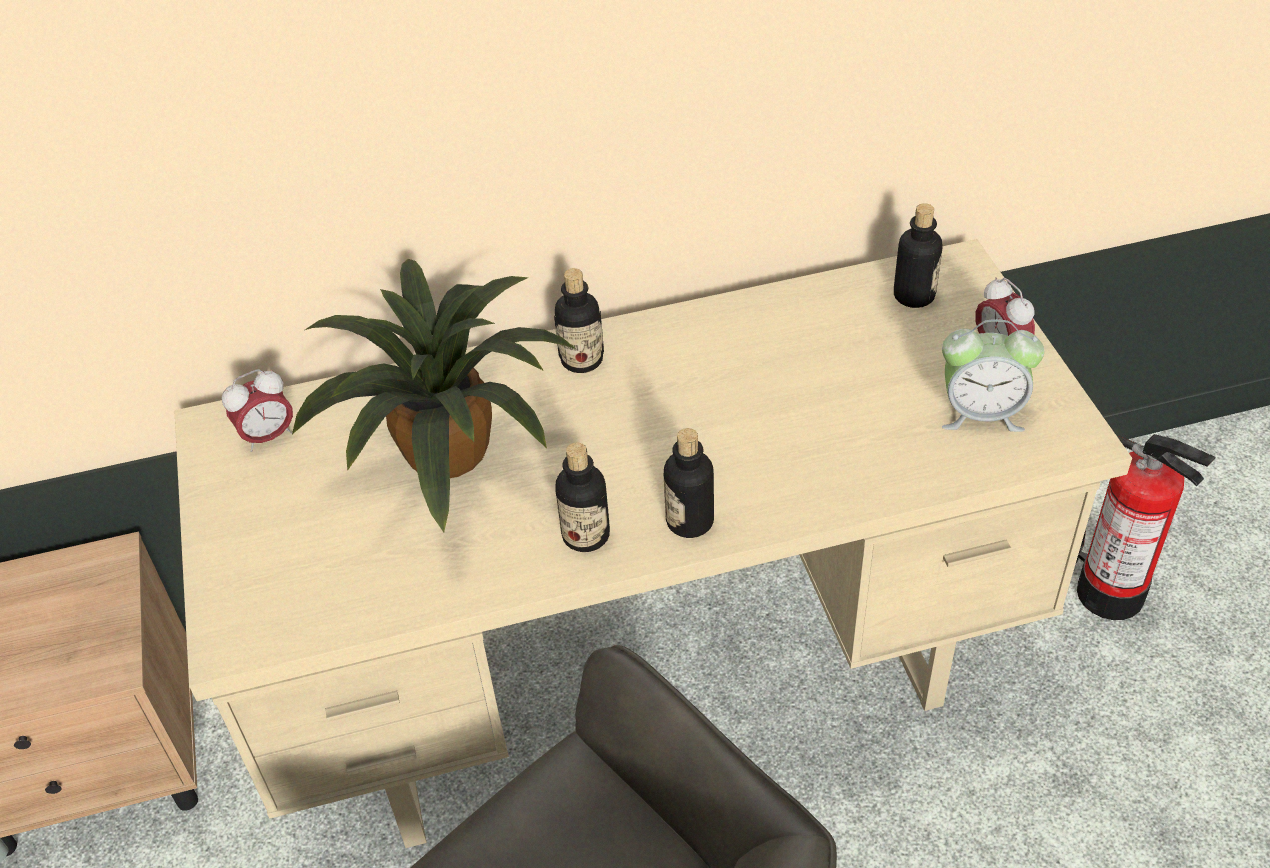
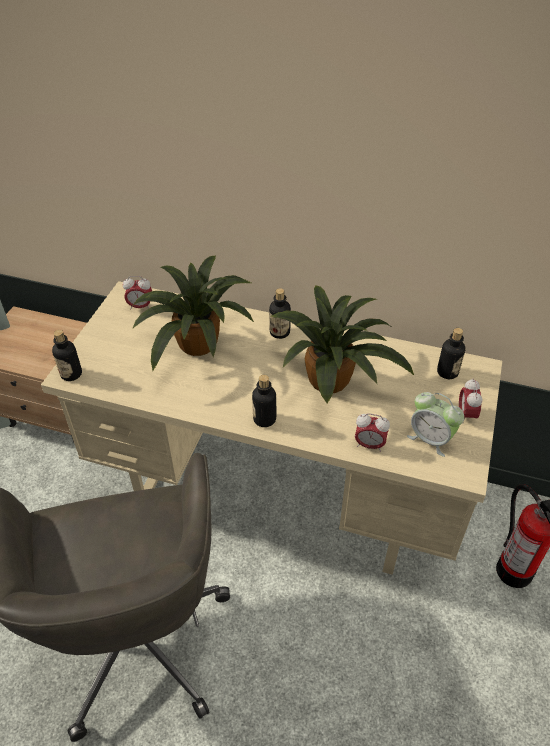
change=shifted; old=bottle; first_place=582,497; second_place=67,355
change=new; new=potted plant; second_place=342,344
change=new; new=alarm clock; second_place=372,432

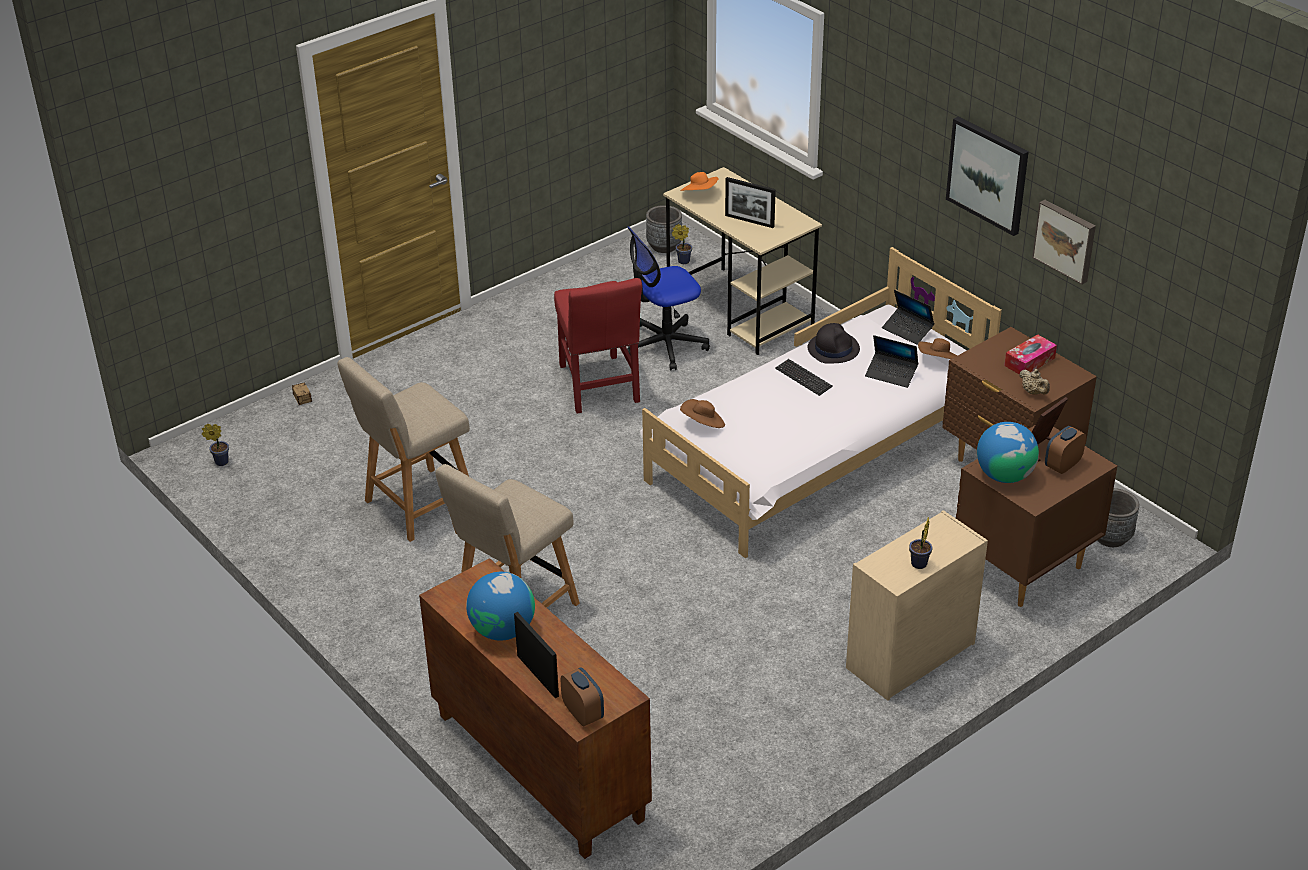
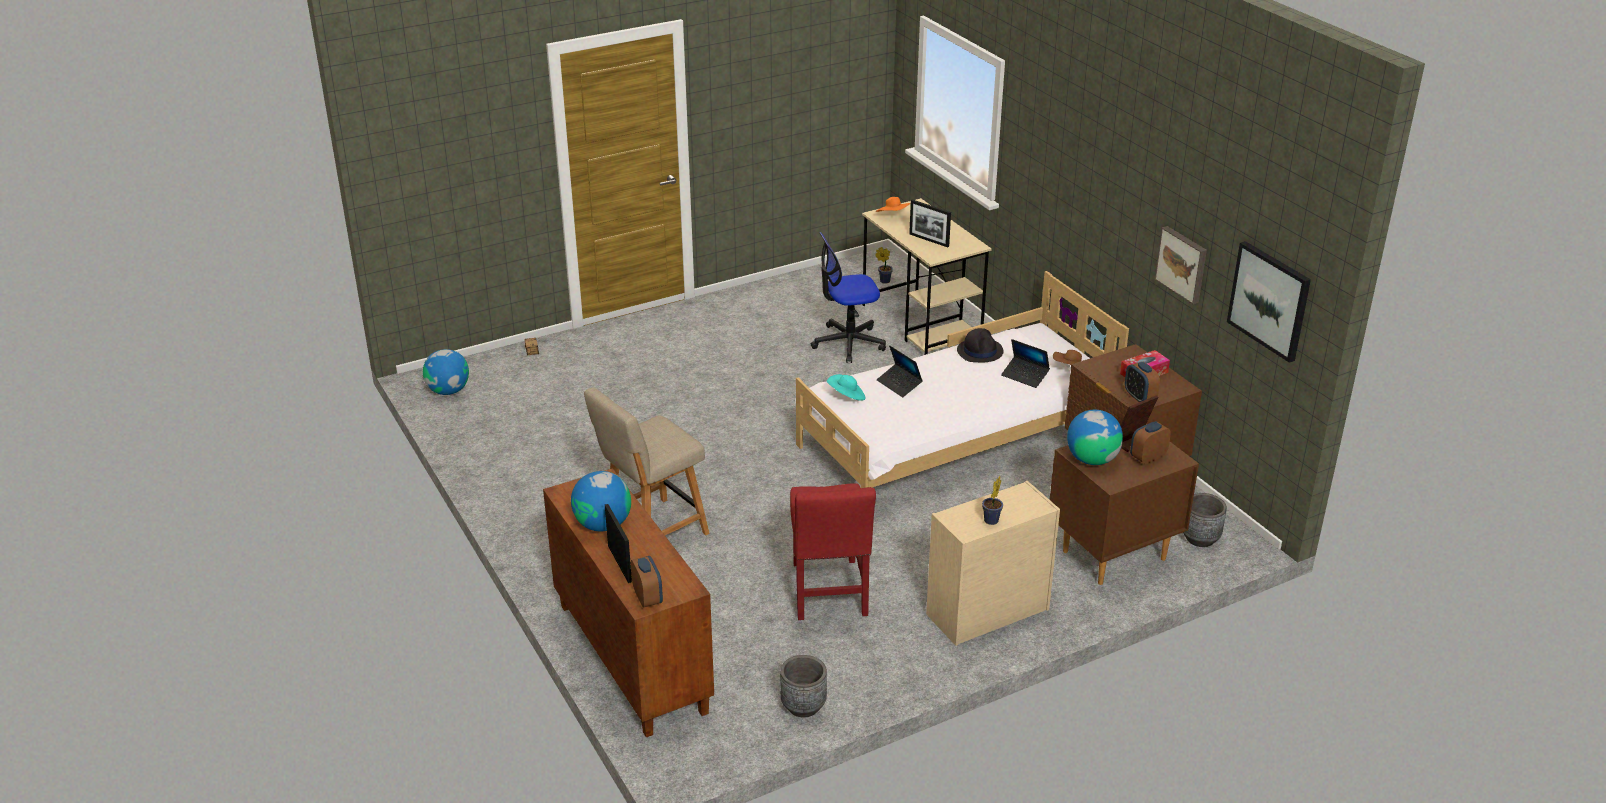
change=shifted; old=picture; first_place=987,176; second_place=1269,302
change=shifted; old=planter/grey; first_place=664,229; second_place=803,686
change=shifted; old=chair/red; first_place=598,345; second_place=833,551
change=shifted; old=laptop; first_place=908,317; second_place=900,371
change=gone; old=chair/beige; first_place=403,449
change=gone; old=keyboard; first_place=803,377
change=swapped; old=teapot/beige; new=alarm clock; first_place=1034,382; second_place=1142,382
change=repainted; old=hat/brown; new=hat/turquoise; first_place=702,413; second_place=846,387
change=swapped; old=potted plant; new=globe; first_place=215,445; second_place=446,372

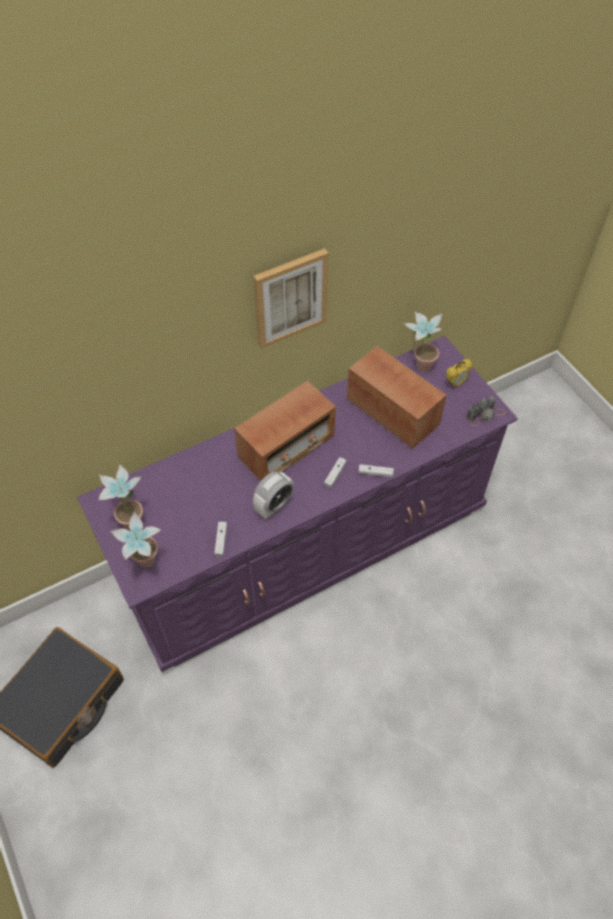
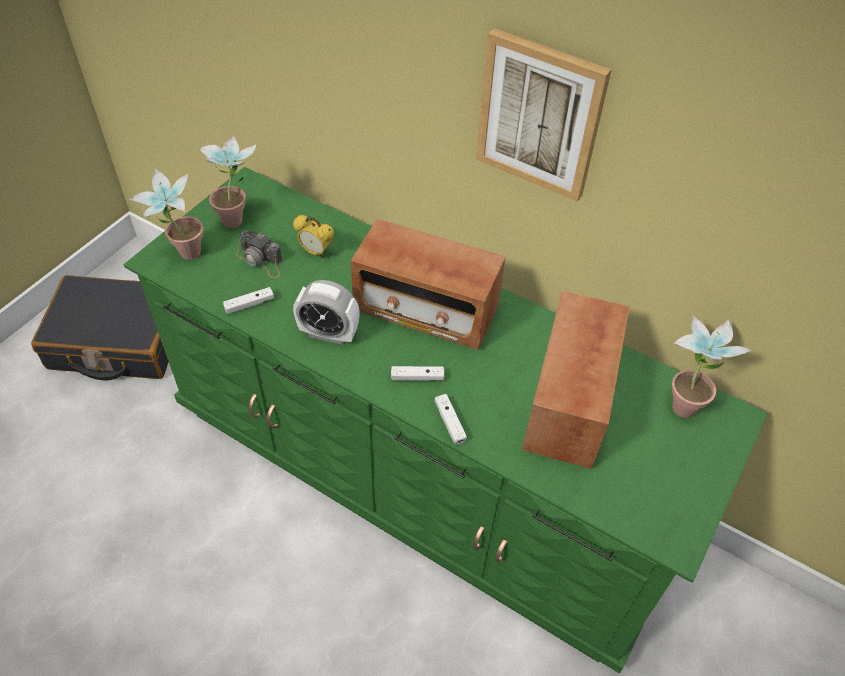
change=repainted; old=dresser/purple; new=dresser/green; first_place=297,504; second_place=445,420
change=shifted; old=alarm clock; first_place=459,373; second_place=313,236
change=shifted; old=photo camera; first_place=486,411; second_place=259,254

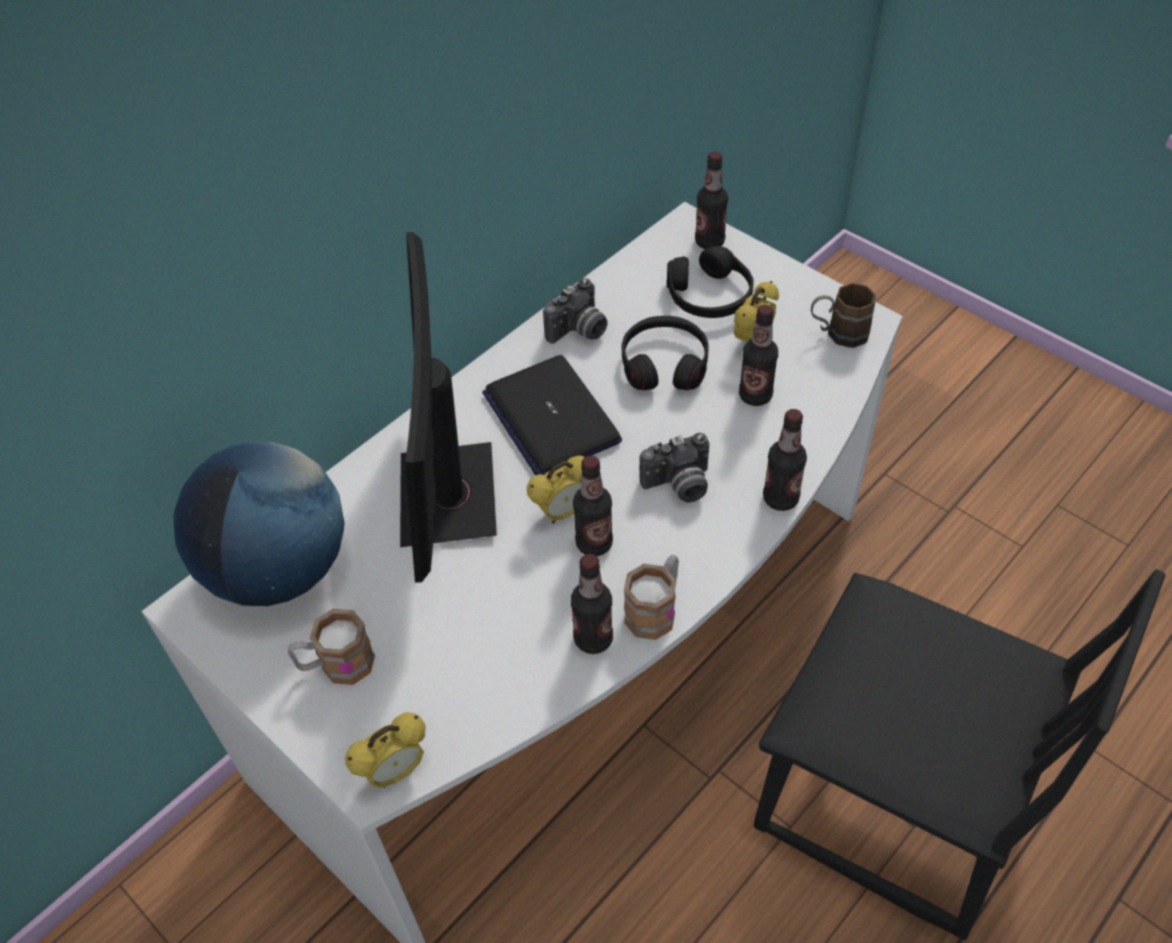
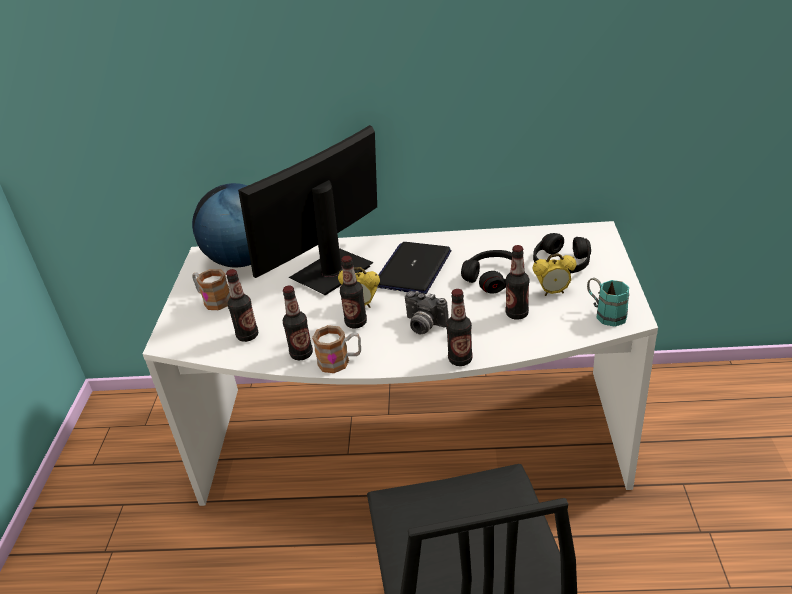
change=shifted; old=bottle; first_place=711,200; second_place=242,305
change=gone; old=photo camera; first_place=575,311
change=repainted; old=mug/brown; new=mug/turquoise; first_place=843,315; second_place=608,302
change=gone; old=alarm clock; first_place=385,750

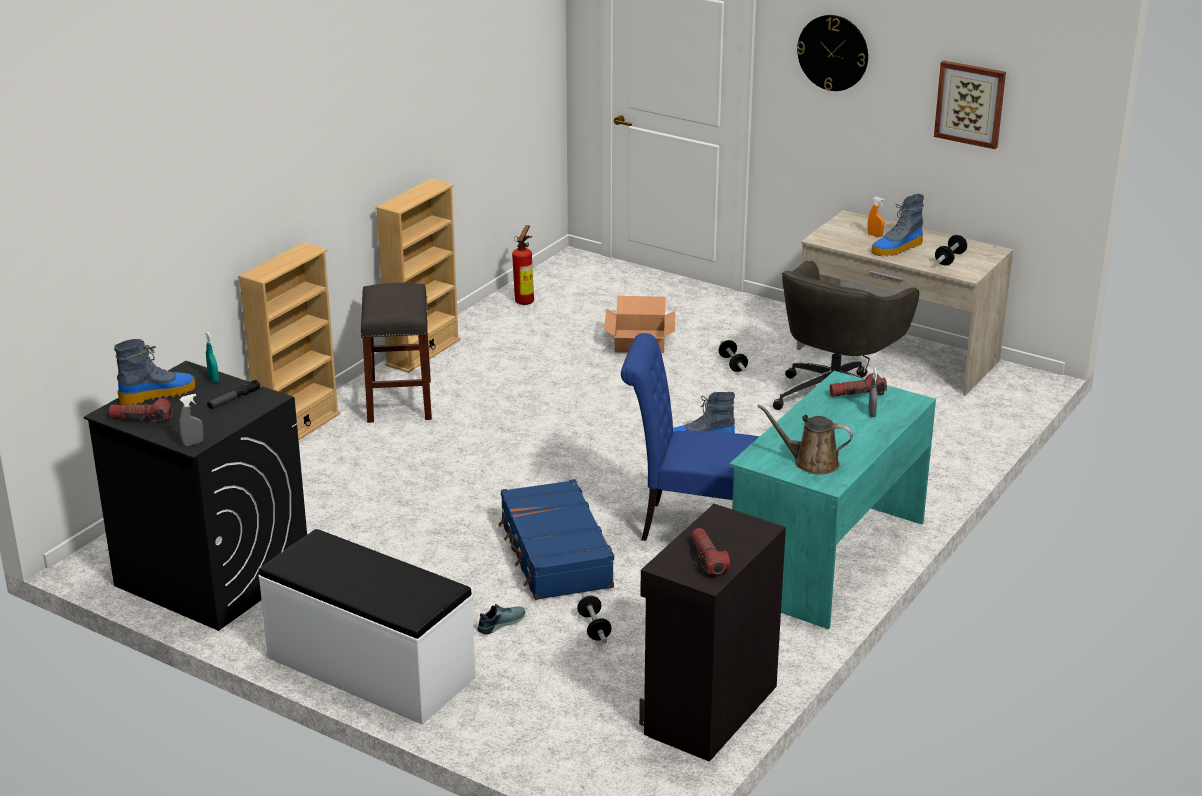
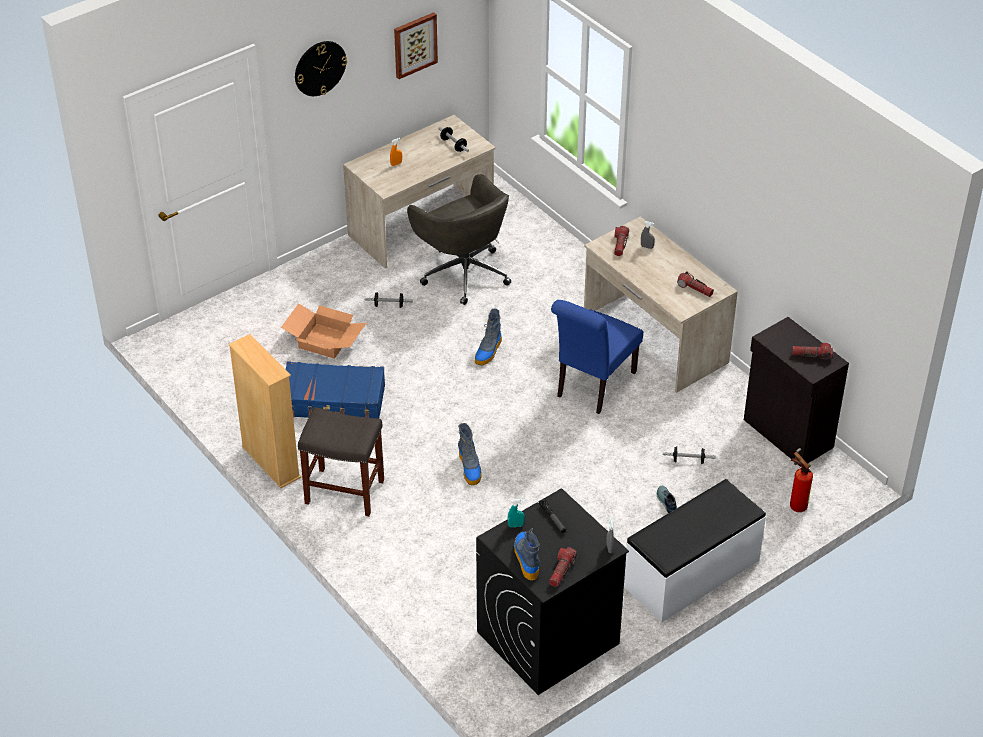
change=shifted; old=boot; first_place=897,225; second_place=469,454
change=shifted; old=fire extinguisher; first_place=523,265; second_place=801,482
change=gone; old=bookcase/beige; first_place=289,341
change=repainted; old=desk/turquoise; new=desk/beige; first_place=832,500; second_place=661,305
change=swapped; old=watering can/brown; new=flashlight; first_place=805,439; second_place=695,284
change=shifted; old=suitcase/blue; first_place=556,539; second_place=335,390

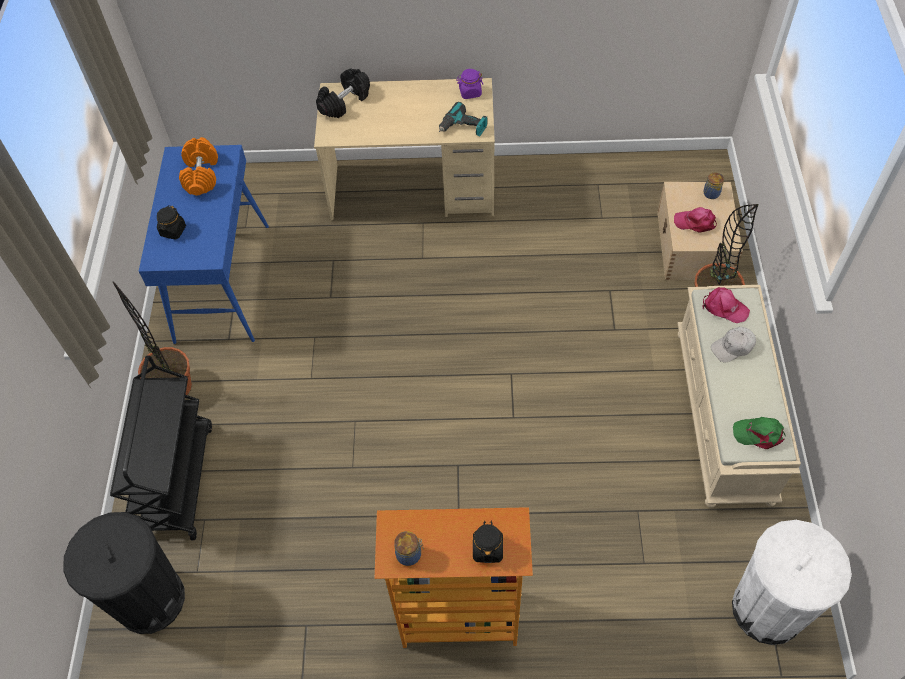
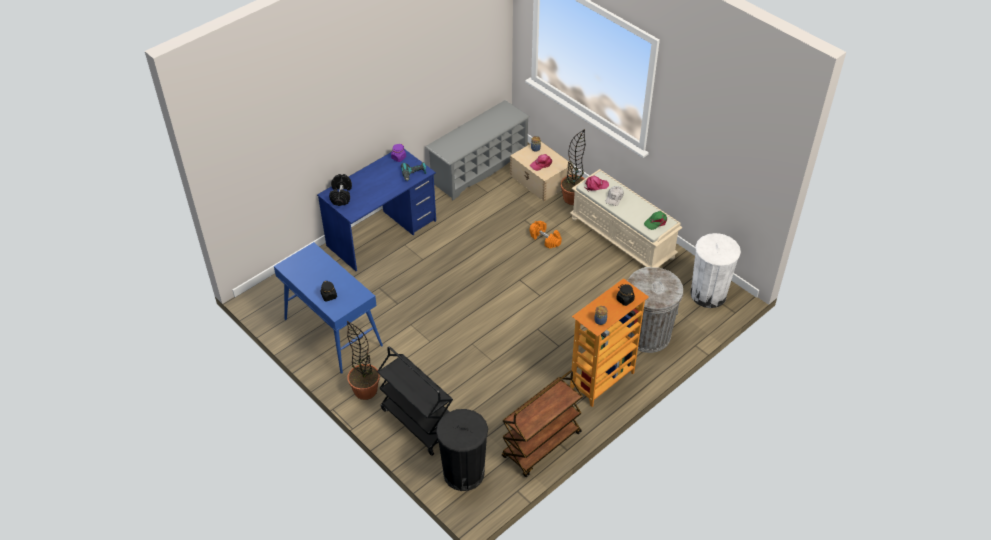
change=repainted; old=desk/beige; new=desk/blue; first_place=404,149; second_place=376,210
change=shifted; old=dumbbell/orange; first_place=198,166; second_place=546,235
change=new; new=shoe rack/grey; second_place=477,150
change=new; new=trash can/grey; second_place=655,310
change=new; new=cart/brown; second_place=542,423

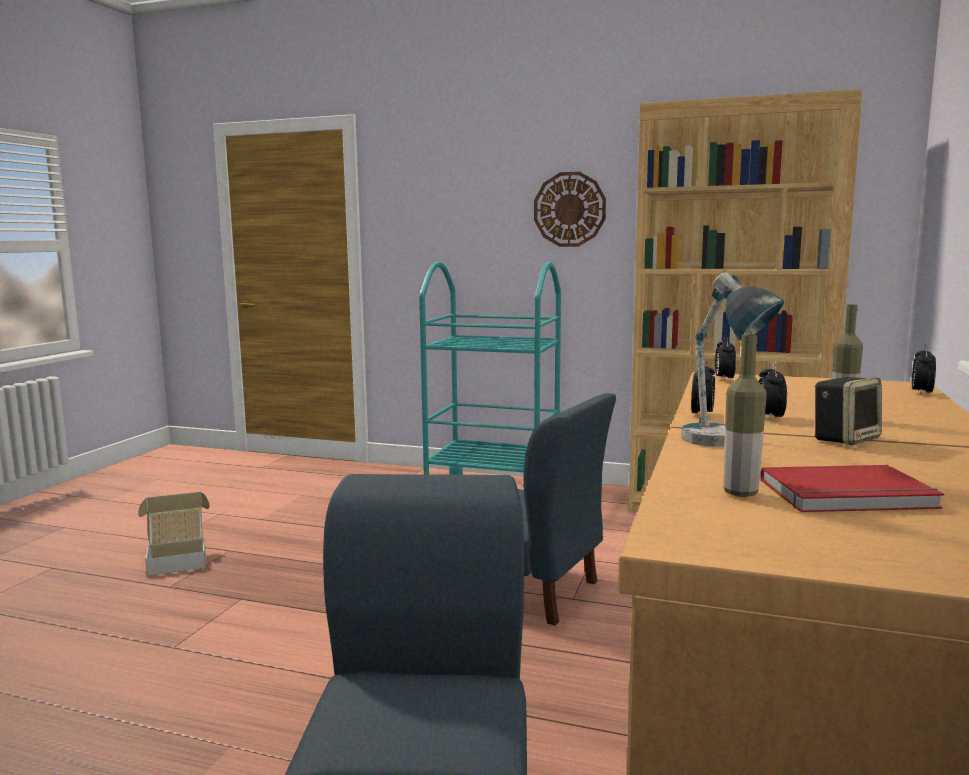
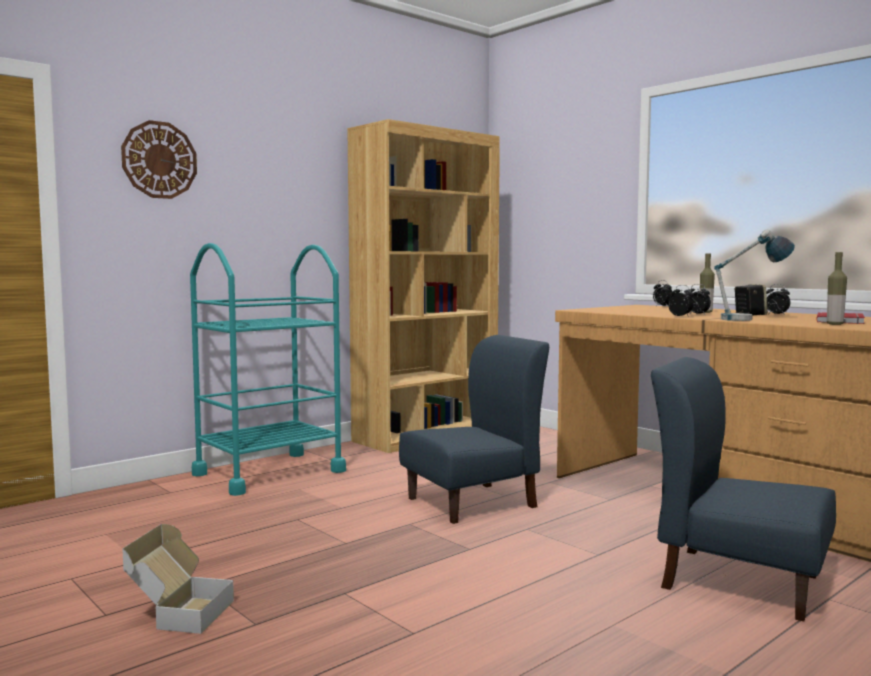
change=shifted; old=wall clock; first_place=570,209; second_place=159,159
change=shifted; old=alarm clock; first_place=725,358; second_place=778,299

